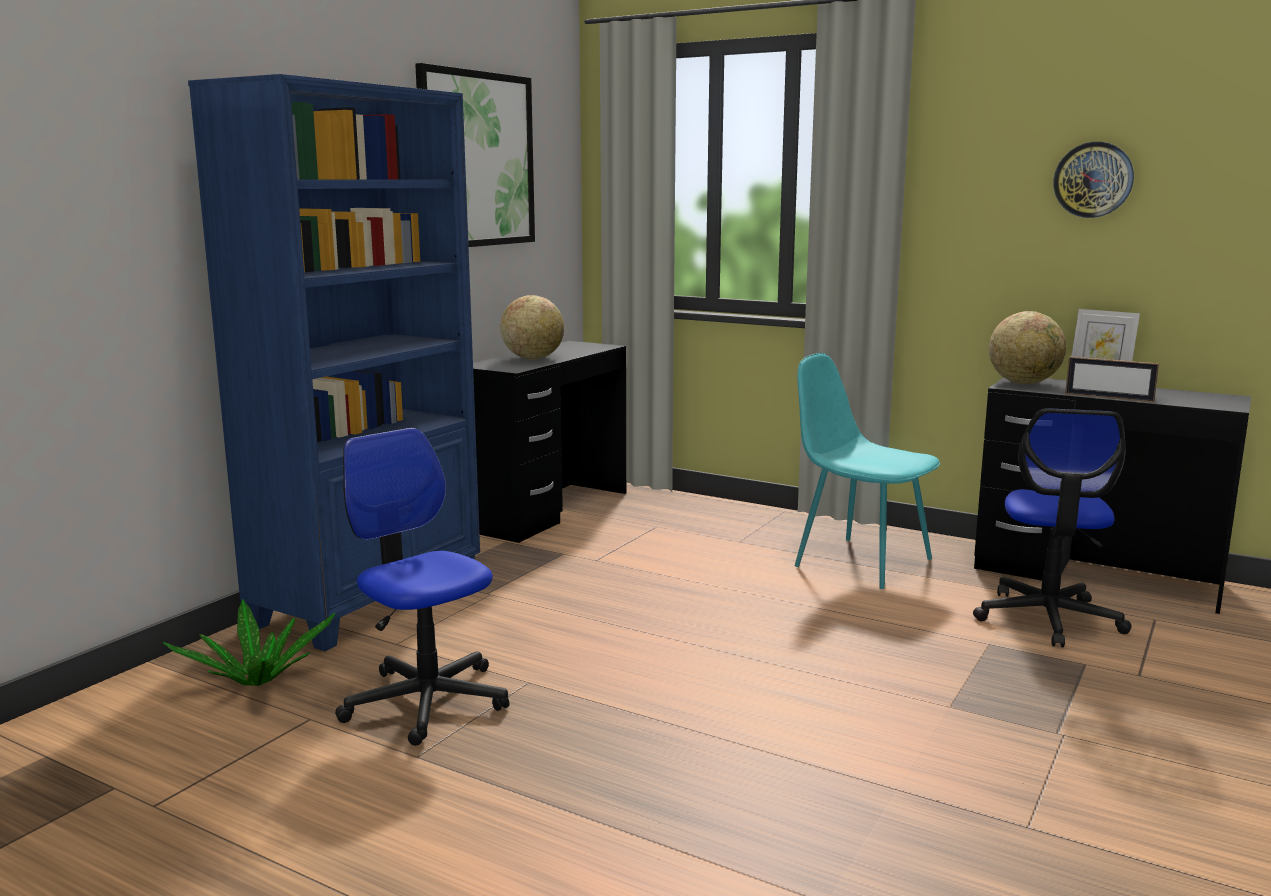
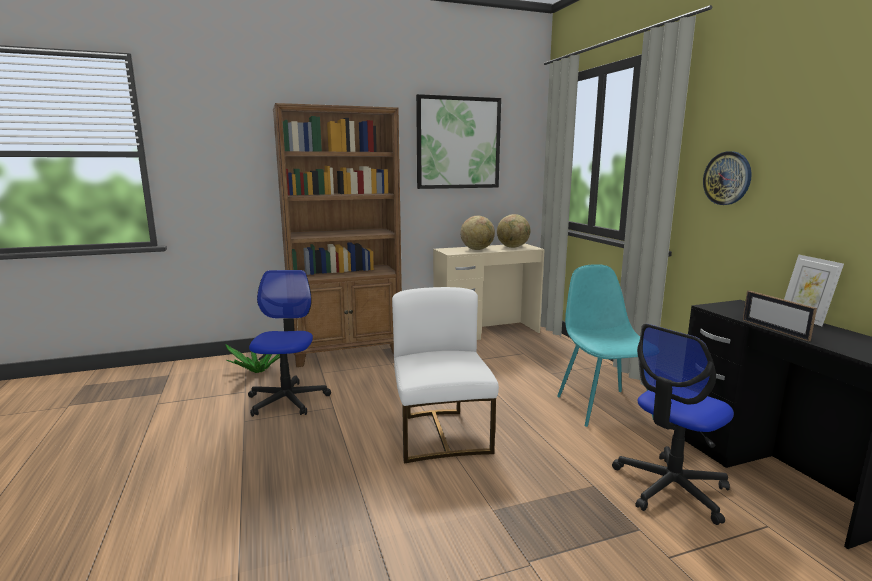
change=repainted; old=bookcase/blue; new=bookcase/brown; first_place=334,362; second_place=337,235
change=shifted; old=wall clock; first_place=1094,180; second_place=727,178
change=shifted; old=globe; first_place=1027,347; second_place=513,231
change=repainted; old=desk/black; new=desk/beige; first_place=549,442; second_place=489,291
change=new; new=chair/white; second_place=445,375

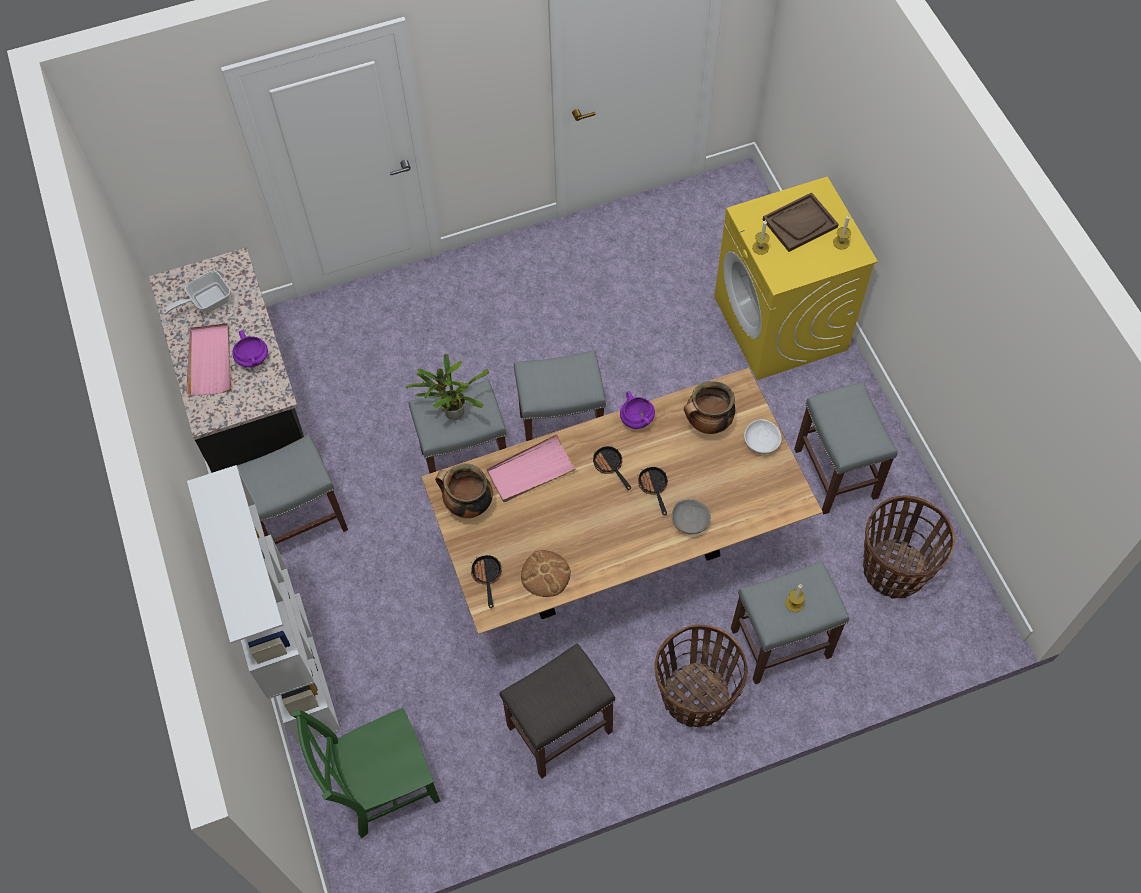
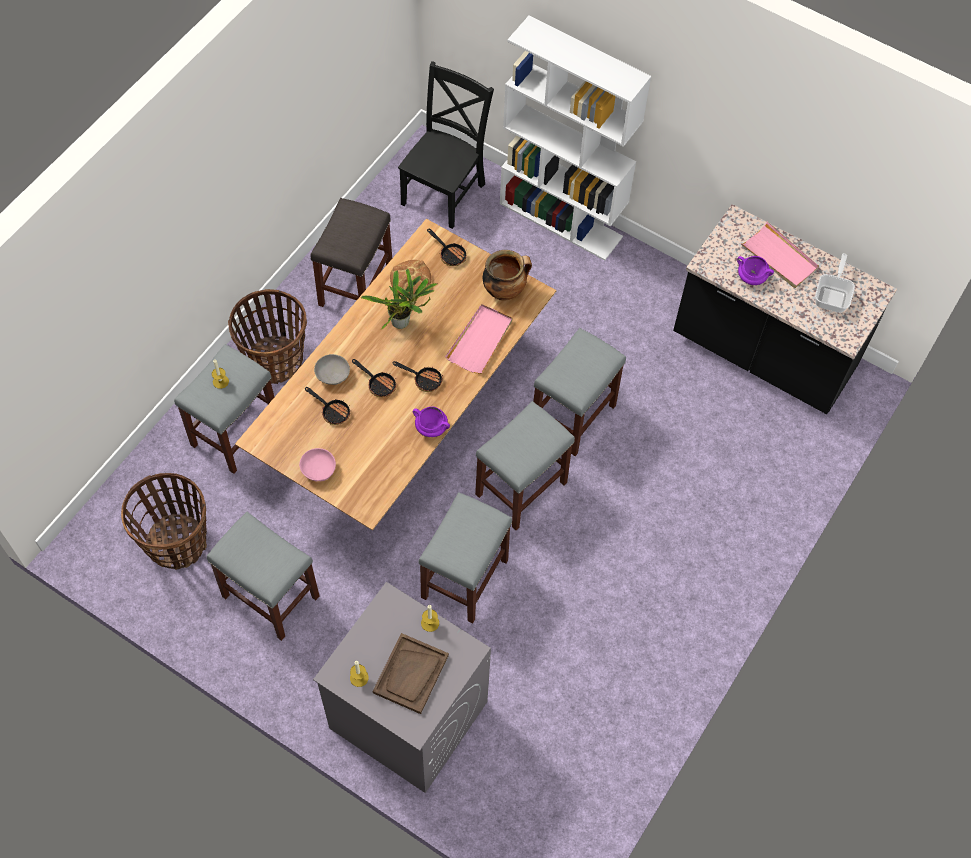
change=repainted; old=washing machine/yellow; new=washing machine/grey; first_place=796,278; second_place=402,687
change=shifted; old=potted plant; first_place=447,386; second_place=399,299
change=gone; old=cooking pot; first_place=709,407
change=repainted; old=bowl/white; new=bowl/pink; first_place=763,436; second_place=317,464
change=shifted; old=stool/grey; first_place=292,490; second_place=465,557
change=repainted; old=chair/green; new=chair/black; first_place=366,773; second_place=446,145
change=new; new=frying pan; second_place=327,406

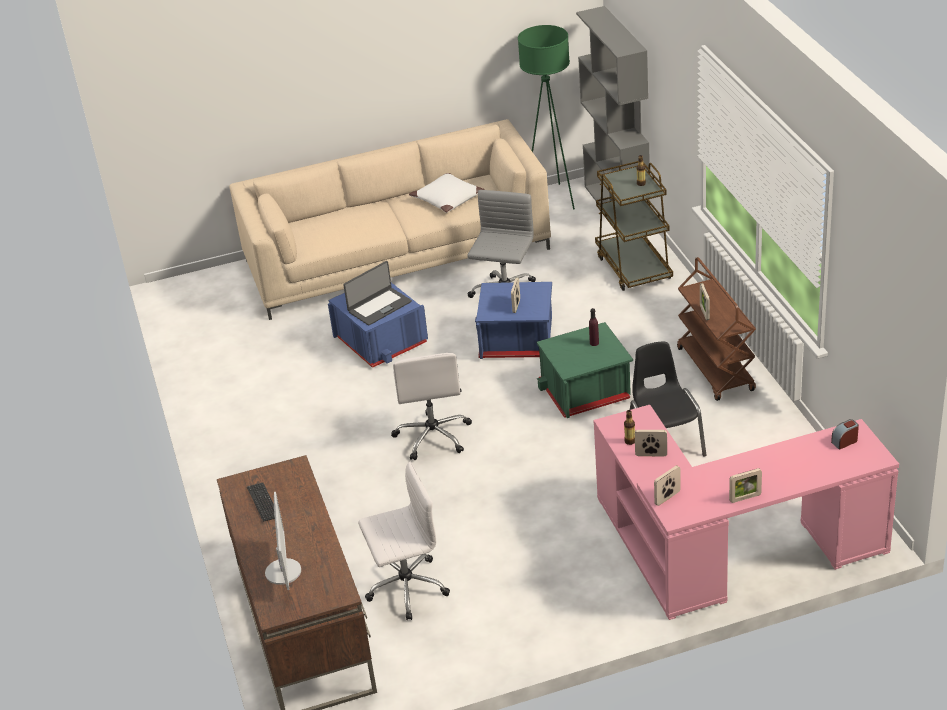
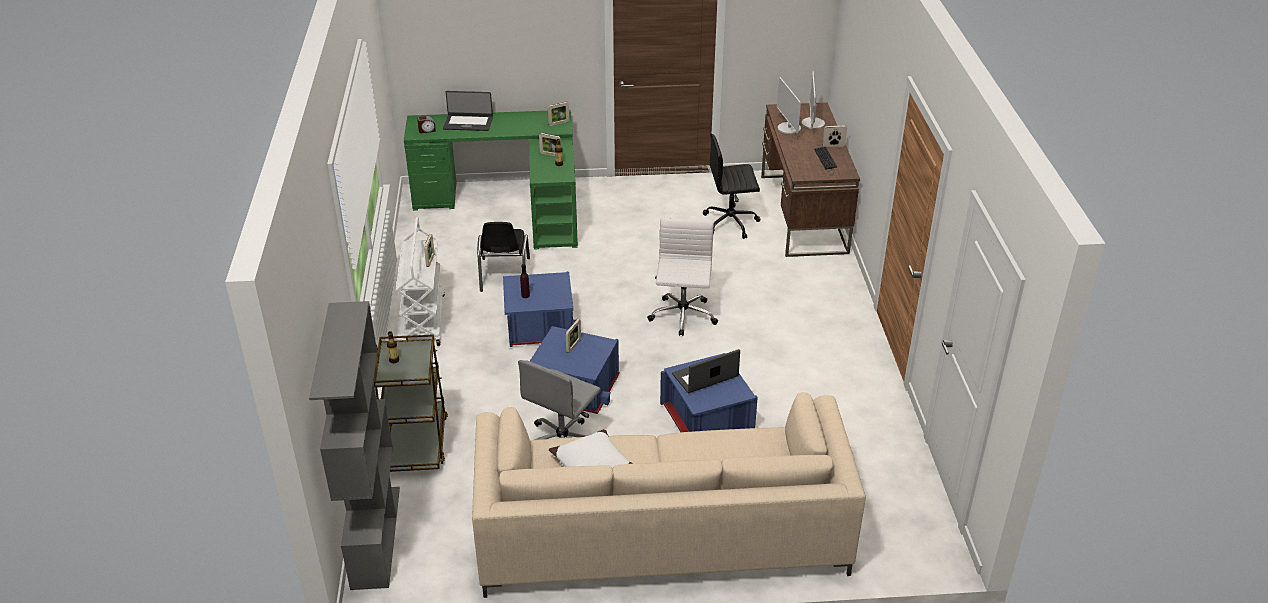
change=gone; old=floor lamp/green; first_place=546,117
change=repainted; old=cart/brown; new=cart/white; first_place=716,329; second_place=420,281
change=repainted; old=storage box/green; new=storage box/blue; first_place=585,370; second_place=539,309
change=repainted; old=desk/pink; new=desk/green; first_place=746,512; second_place=491,180
change=repainted; old=office chair/white; new=office chair/black; first_place=404,540; second_place=731,186
change=shifted; old=picture frame; first_place=745,485; second_place=835,136
change=new; new=monitor; second_place=789,105
change=new; new=laptop; second_place=468,111

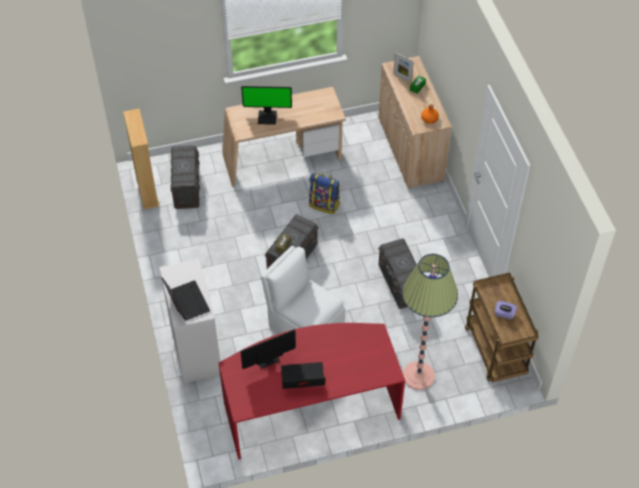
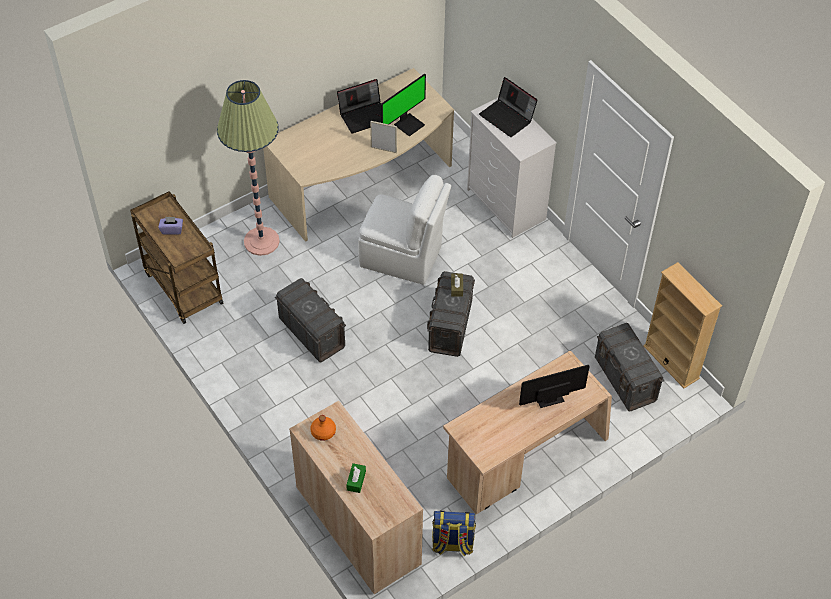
change=shifted; old=picture frame; first_place=403,67; second_place=383,137
change=shifted; old=backpack; first_place=324,193; second_place=454,533
change=repainted; old=desk/red; new=desk/beige; first_place=311,391; second_place=358,155

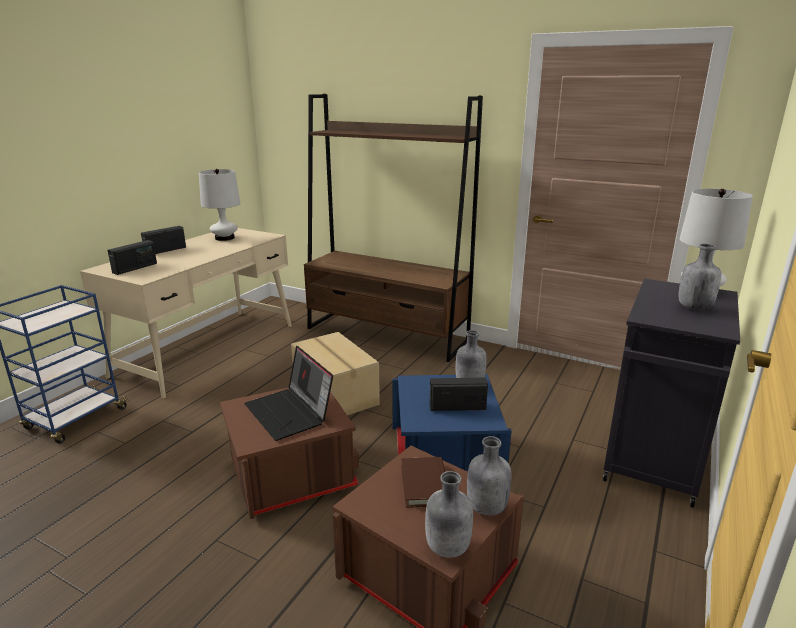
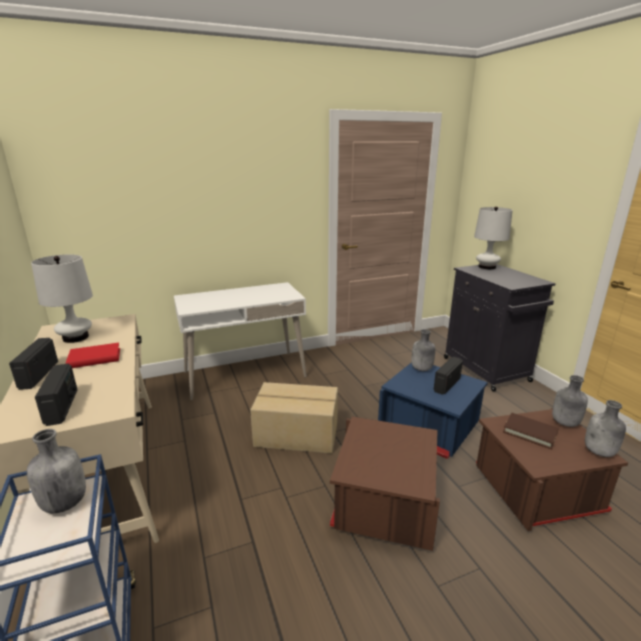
change=swapped; old=bookcase/brown; new=desk/white; first_place=393,228; second_place=240,341
change=shifted; old=bottle/grey; first_place=699,277; second_place=56,471
change=gone; old=laptop; first_place=288,393
change=new; new=book/red; second_place=93,355

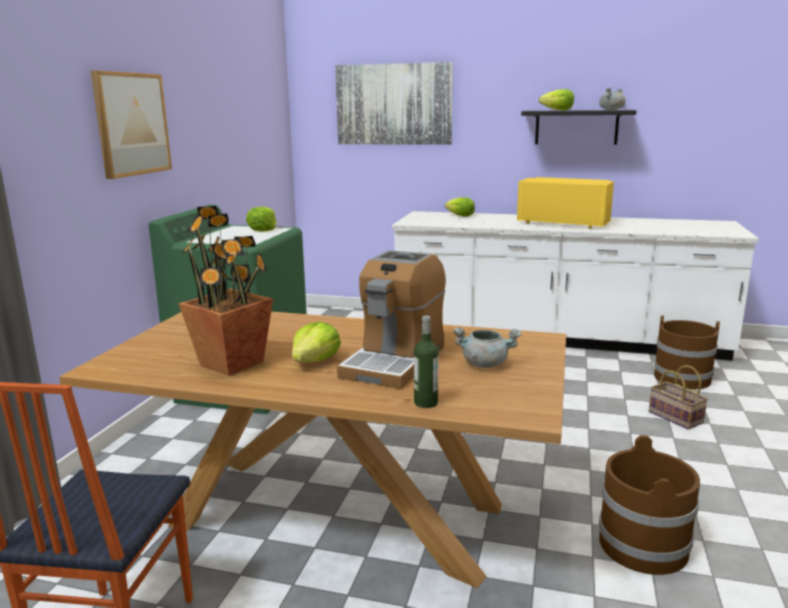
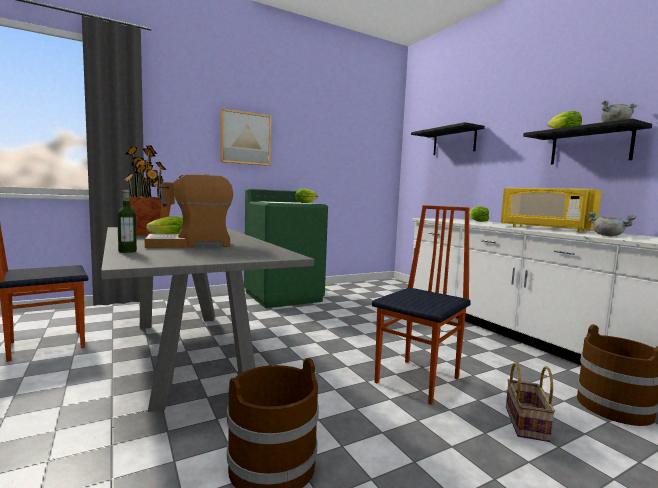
change=swapped; old=picture; new=shelf/black; first_place=394,103; second_place=448,138
change=rotated; old=microwave/yellow; first_place=565,203; second_place=551,210; degrees=150
change=repainted; old=dining table/brown; new=dining table/grey; first_place=312,450; second_place=207,319
change=shifted; old=cooking pot/grey; first_place=487,347; second_place=612,224
change=new; new=chair; second_place=421,305

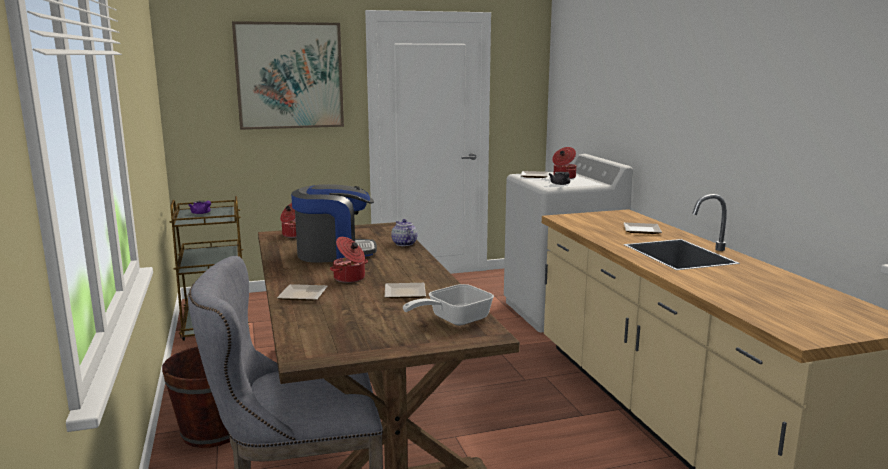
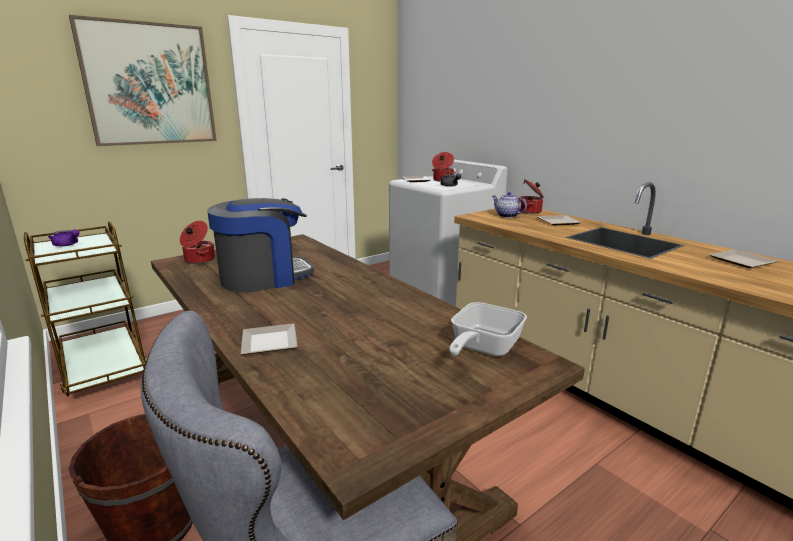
change=shifted; old=teapot; first_place=404,232; second_place=509,205
change=shifted; old=cooking pot; first_place=349,260; second_place=531,196
change=shifted; old=plate; first_place=405,291; second_place=743,258

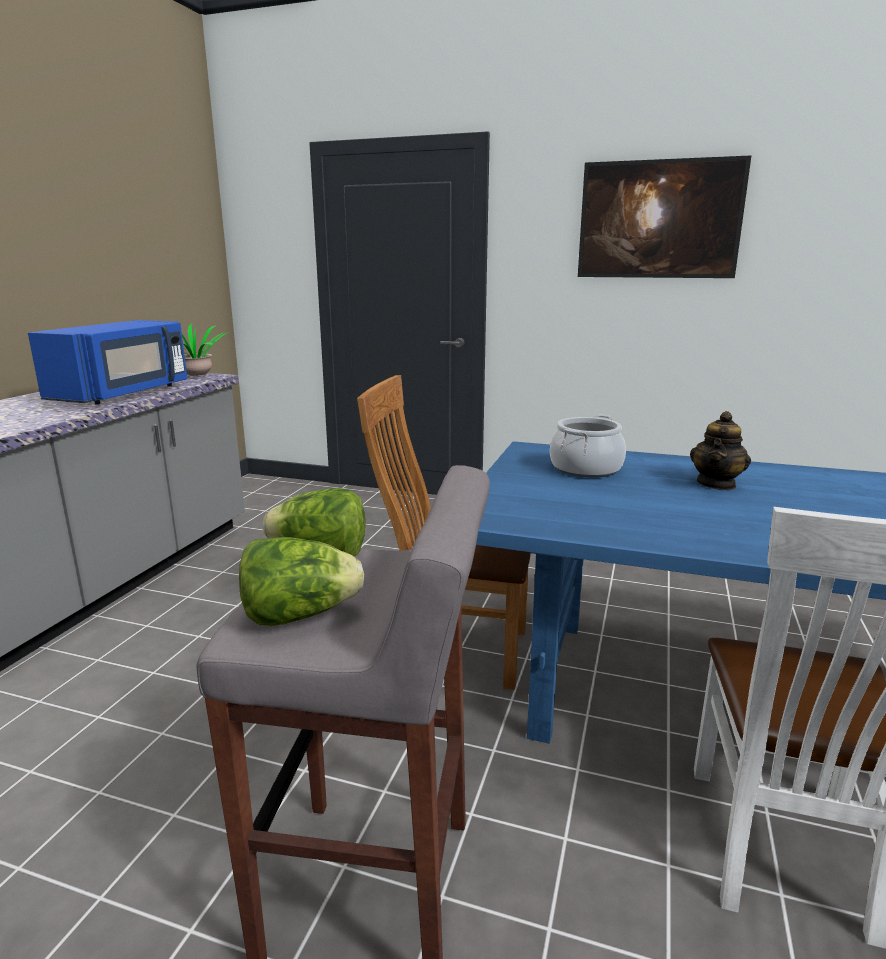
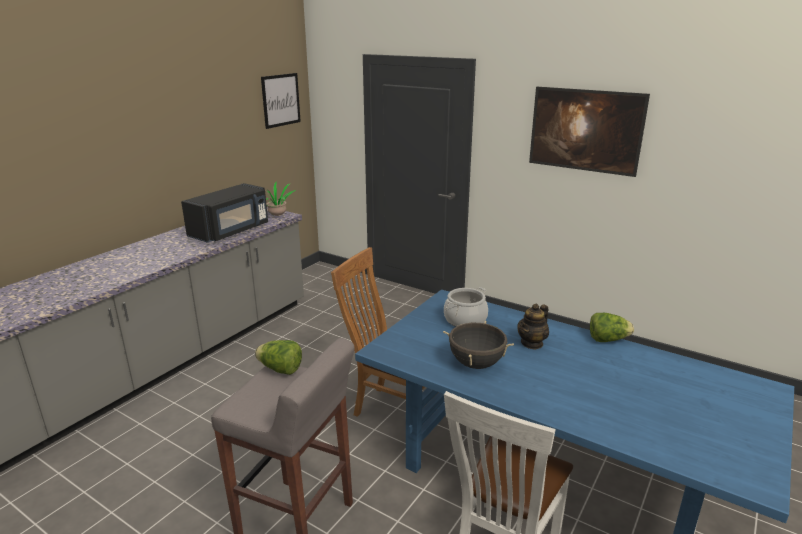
change=repainted; old=microwave/blue; new=microwave/black; first_place=107,362; second_place=224,213
change=shifted; old=lettuce; first_place=301,581; second_place=612,327
change=new; new=picture; second_place=281,101
change=new; new=cooking pot/black; second_place=478,345

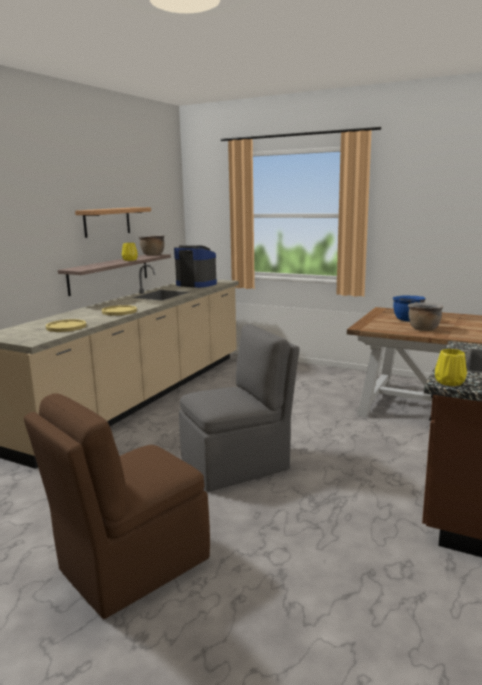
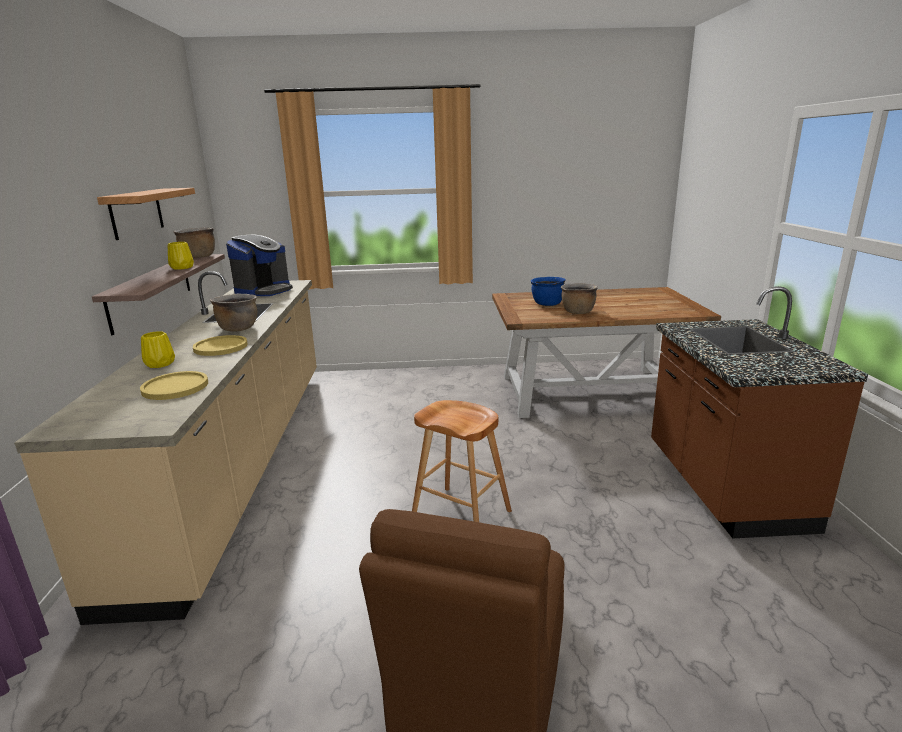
change=rotated; old=coffee machine; first_place=195,266; second_place=259,265; degrees=120
change=swapped; old=chair/grey; new=stool/brown; first_place=239,408; second_place=462,461
change=shifted; old=vase/yellow; first_place=451,367; second_place=158,349
change=new; new=cooking pot/brown; second_place=233,313

